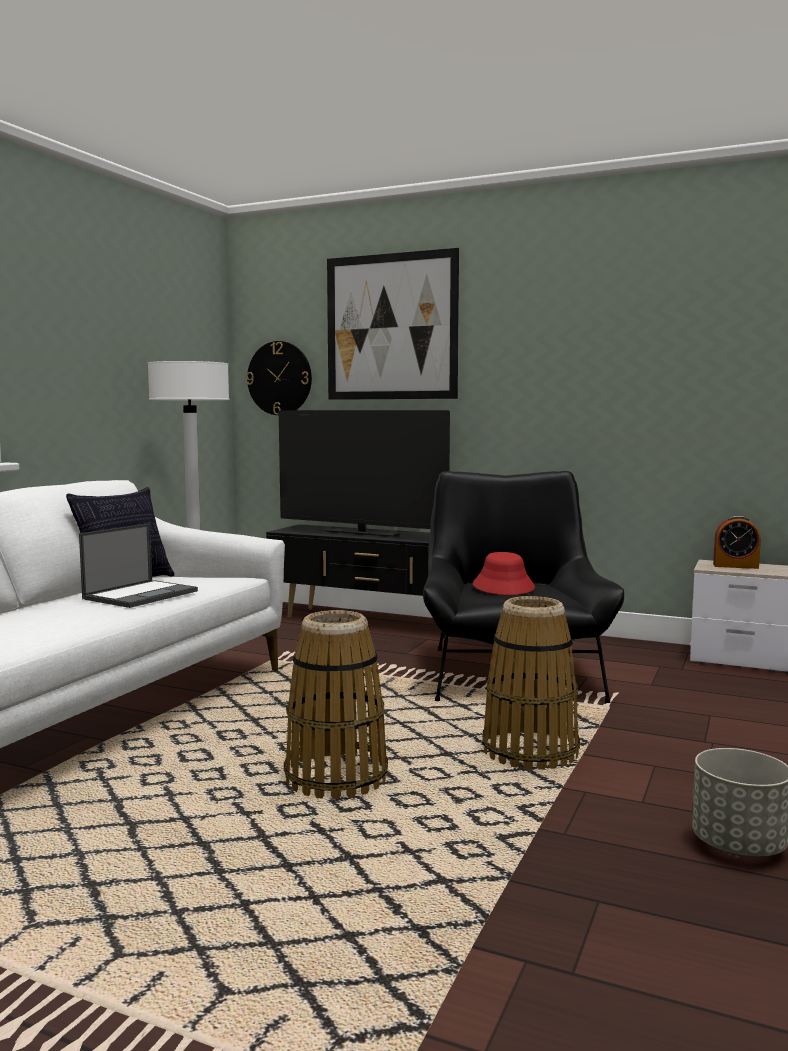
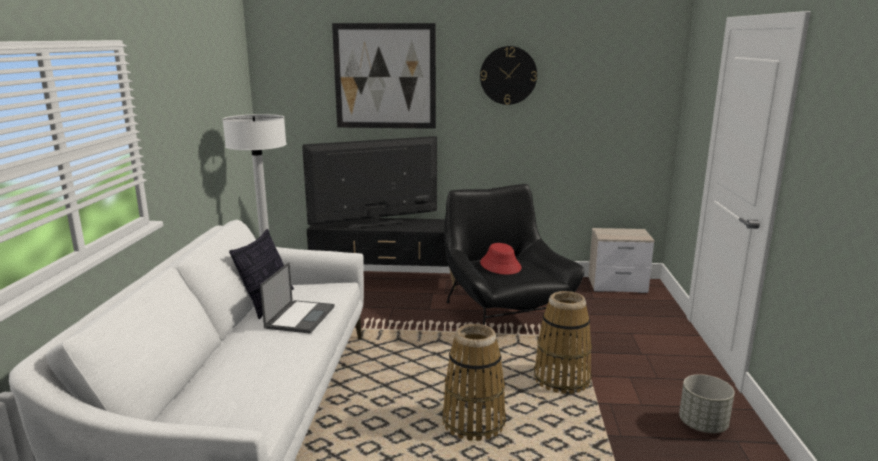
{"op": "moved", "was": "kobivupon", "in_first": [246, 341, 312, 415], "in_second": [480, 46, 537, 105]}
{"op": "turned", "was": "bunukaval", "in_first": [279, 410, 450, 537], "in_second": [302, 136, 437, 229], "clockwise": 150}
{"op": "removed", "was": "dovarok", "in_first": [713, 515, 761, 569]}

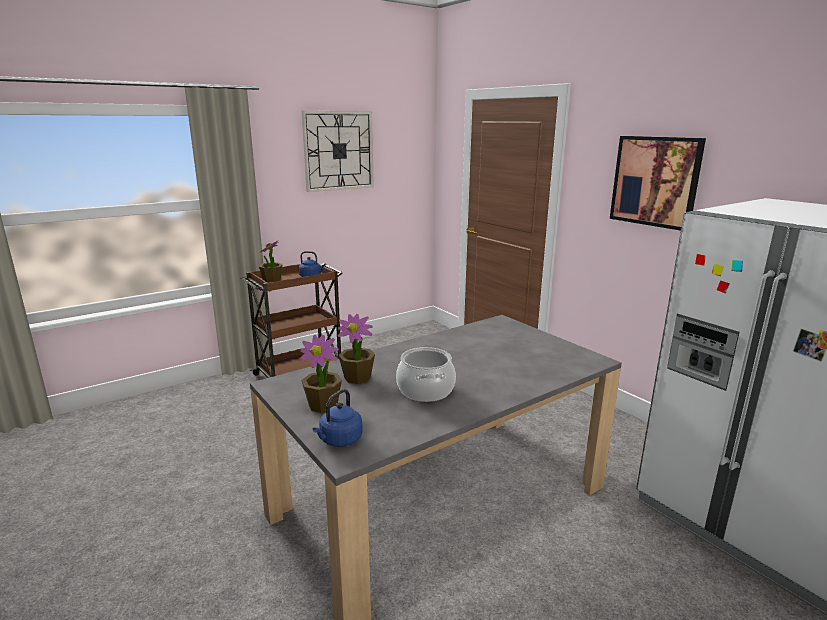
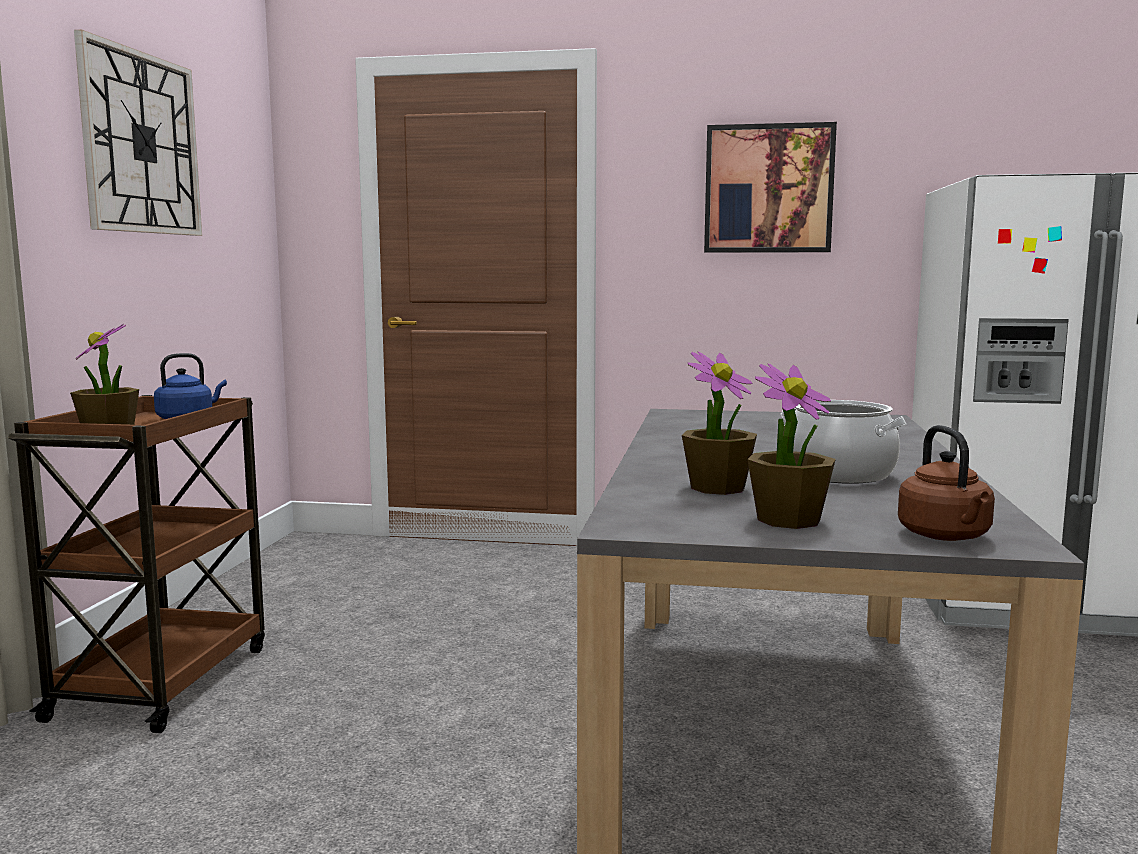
{"op": "recoloured", "was": "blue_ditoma", "now": "brown_ditoma", "in_first": [313, 389, 363, 447], "in_second": [898, 425, 995, 541]}

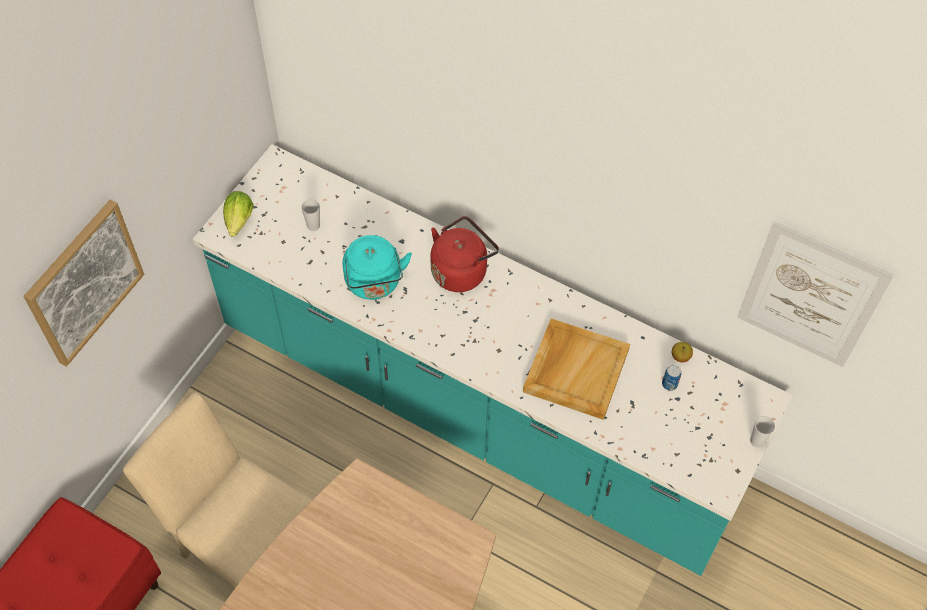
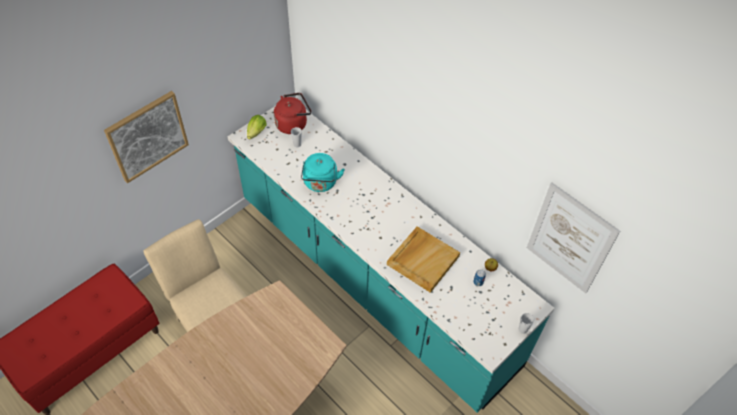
{"op": "moved", "was": "red_ditoma", "in_first": [430, 216, 499, 292], "in_second": [274, 93, 311, 134]}

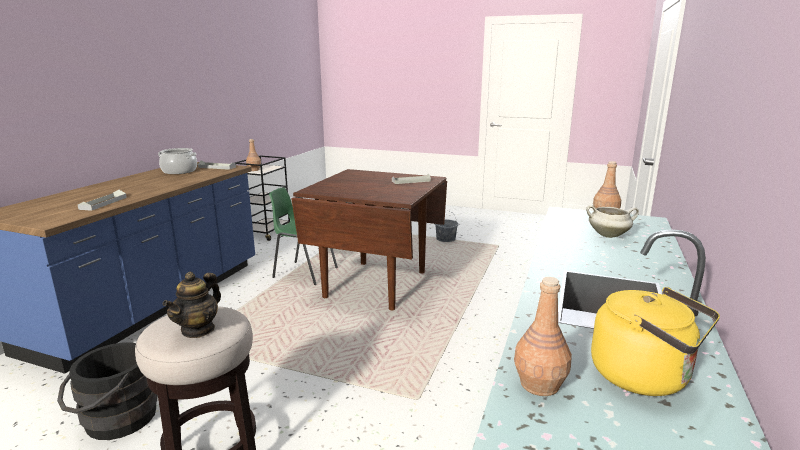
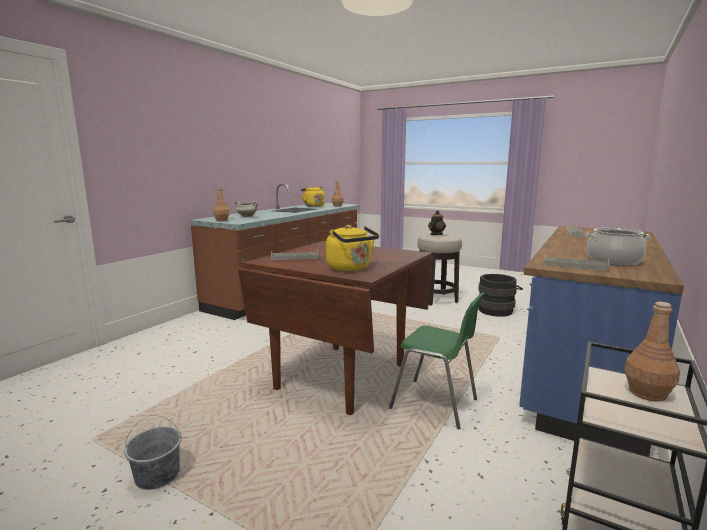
{"op": "added", "now": "yellow_ditoma", "in_second": [326, 225, 379, 271]}

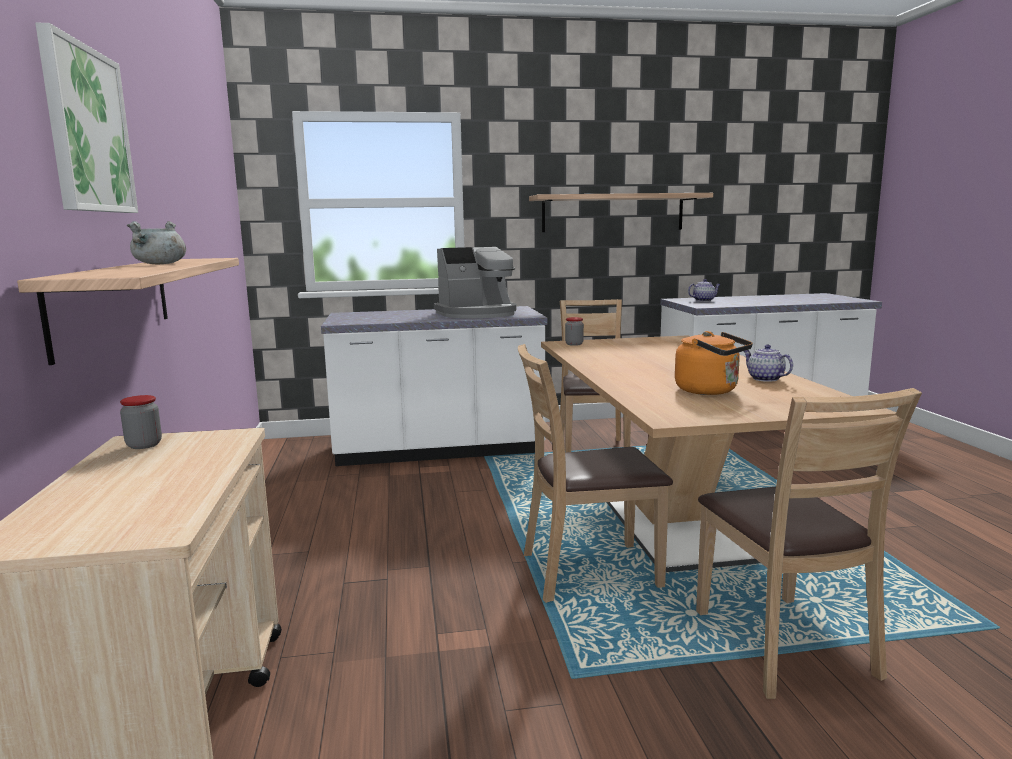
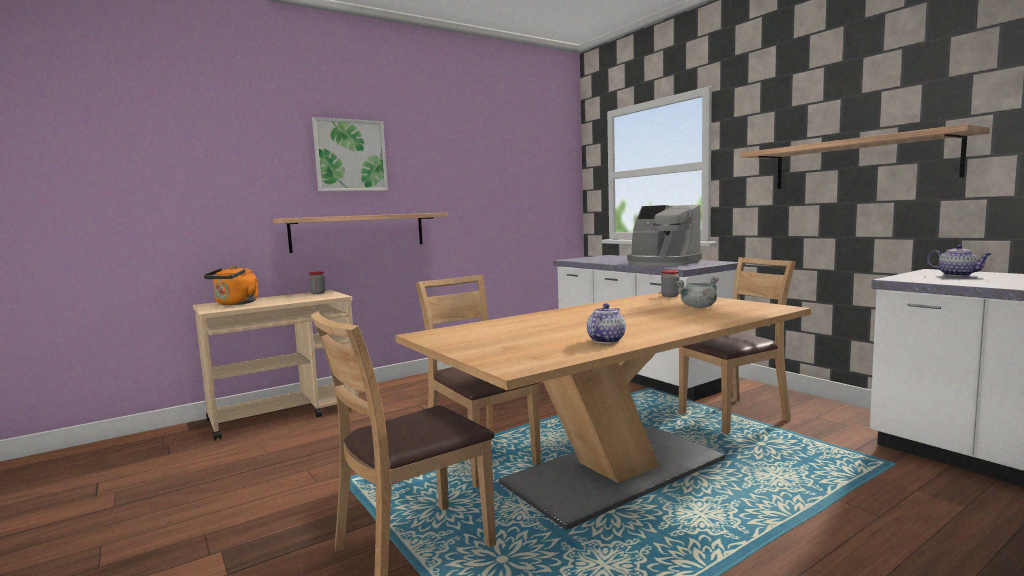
{"op": "moved", "was": "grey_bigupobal", "in_first": [127, 221, 186, 264], "in_second": [675, 277, 719, 308]}
{"op": "moved", "was": "orange_ditoma", "in_first": [675, 331, 753, 395], "in_second": [204, 266, 258, 305]}

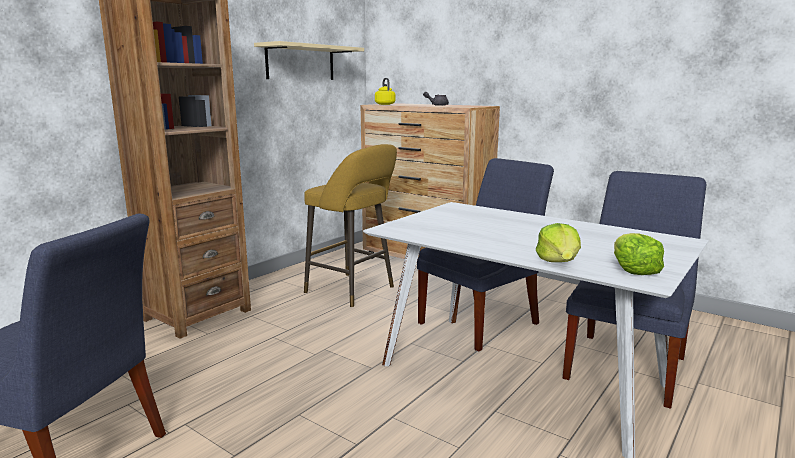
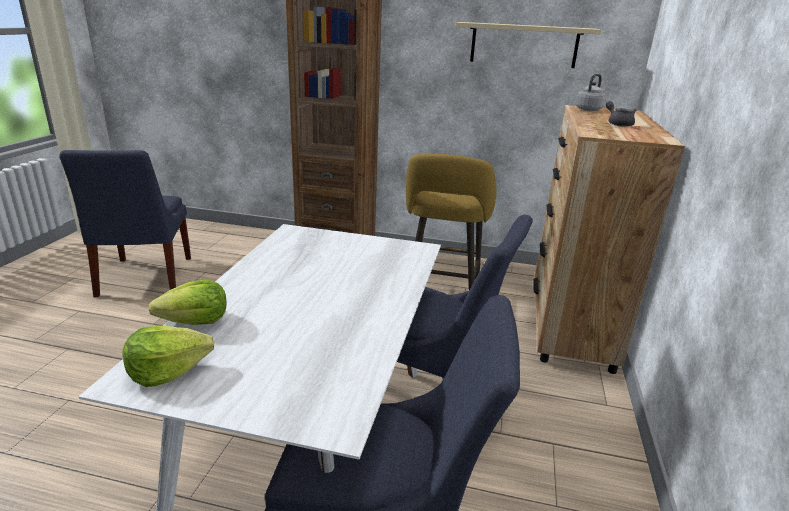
{"op": "recoloured", "was": "yellow_ditoma", "now": "grey_ditoma", "in_first": [375, 78, 396, 105], "in_second": [575, 74, 606, 111]}

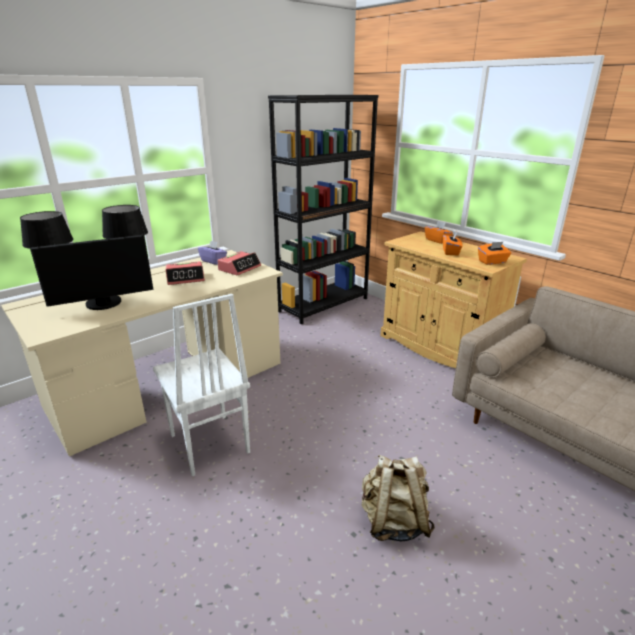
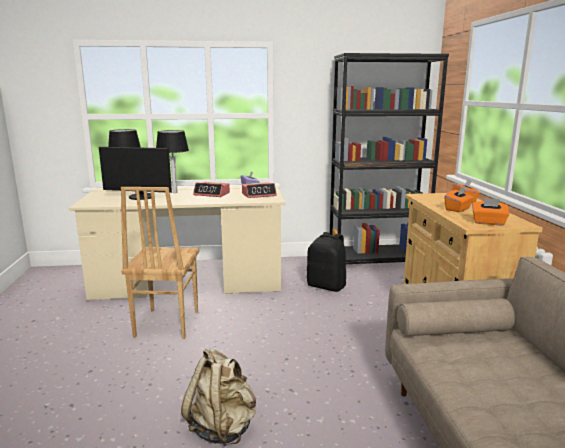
{"op": "recoloured", "was": "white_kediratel", "now": "brown_kediratel", "in_first": [153, 294, 250, 477], "in_second": [121, 187, 199, 339]}
{"op": "added", "now": "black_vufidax", "in_second": [306, 232, 346, 292]}

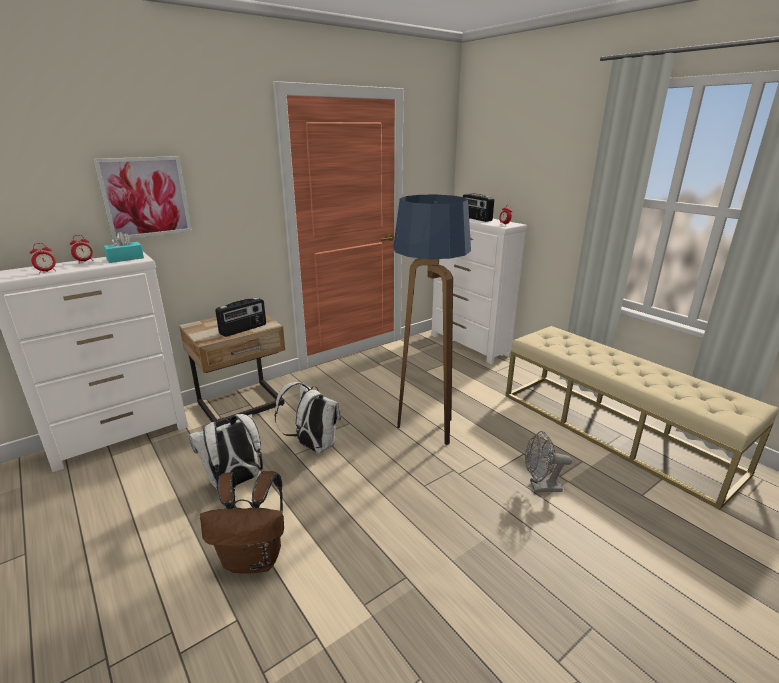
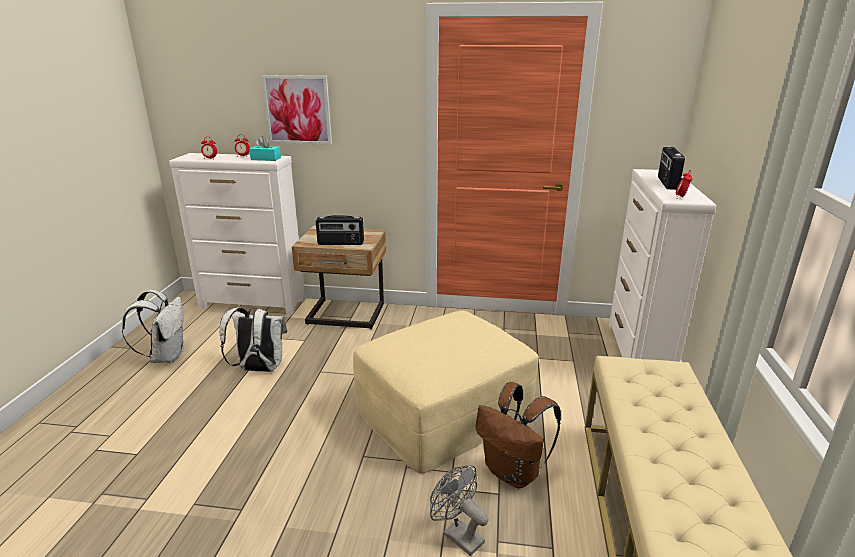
{"op": "replaced", "was": "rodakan", "now": "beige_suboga", "in_first": [393, 195, 471, 445], "in_second": [353, 311, 539, 474]}
{"op": "moved", "was": "white_vufidax", "in_first": [274, 382, 341, 453], "in_second": [122, 290, 184, 363]}
{"op": "moved", "was": "brown_vufidax", "in_first": [200, 471, 284, 574], "in_second": [476, 382, 561, 489]}

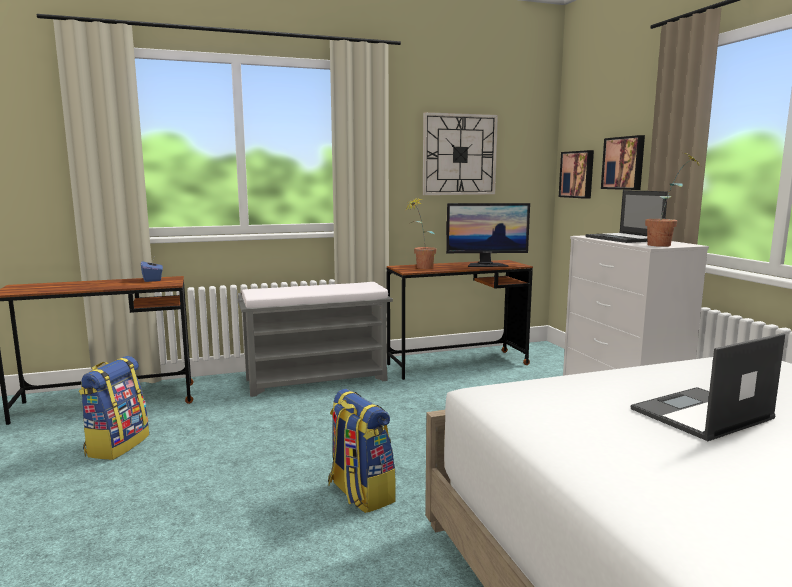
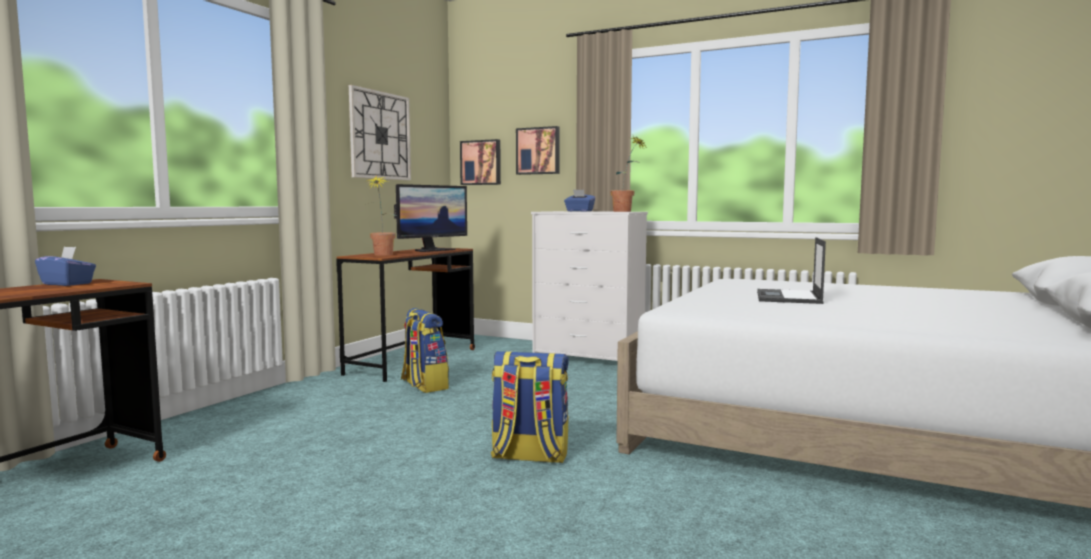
{"op": "replaced", "was": "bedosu", "now": "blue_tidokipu", "in_first": [586, 190, 668, 243], "in_second": [564, 189, 595, 211]}
{"op": "removed", "was": "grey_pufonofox", "in_first": [238, 282, 393, 397]}
{"op": "moved", "was": "vufidax", "in_first": [79, 356, 149, 460], "in_second": [401, 308, 449, 393]}

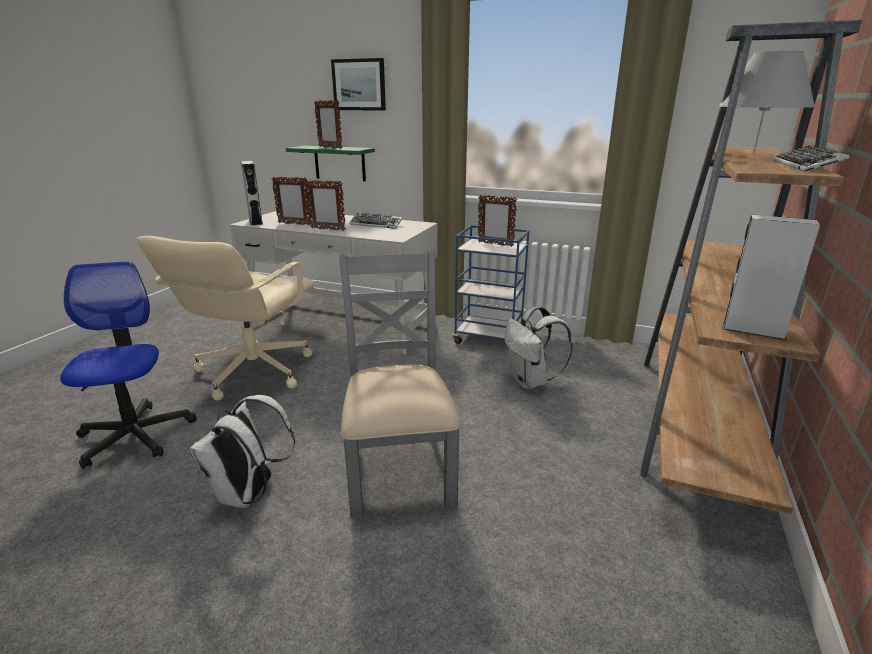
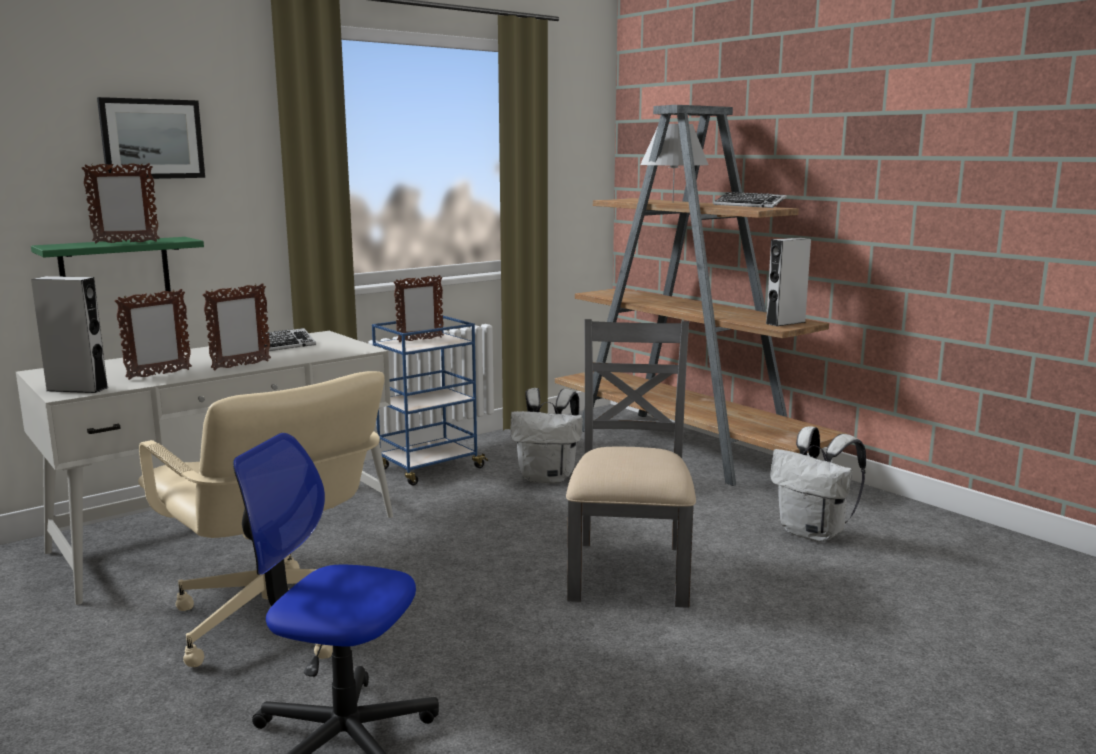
{"op": "turned", "was": "grey_kediratel", "in_first": [339, 251, 461, 518], "in_second": [566, 319, 696, 608], "clockwise": 75}
{"op": "moved", "was": "white_vufidax", "in_first": [188, 395, 295, 508], "in_second": [770, 426, 866, 542]}

